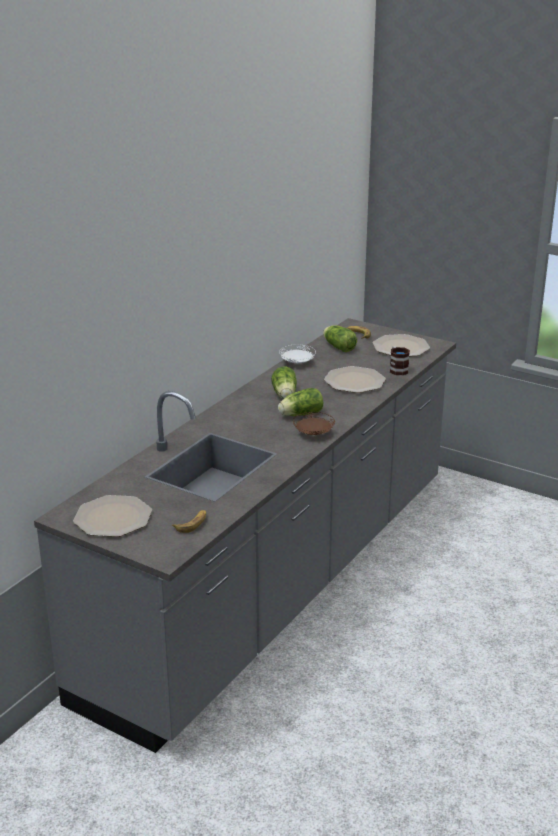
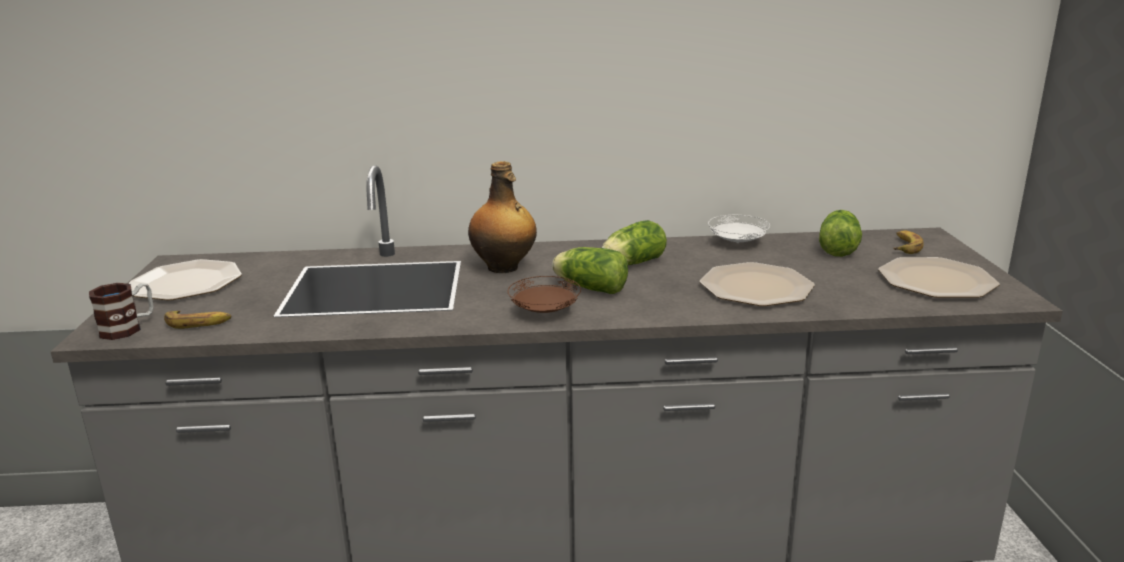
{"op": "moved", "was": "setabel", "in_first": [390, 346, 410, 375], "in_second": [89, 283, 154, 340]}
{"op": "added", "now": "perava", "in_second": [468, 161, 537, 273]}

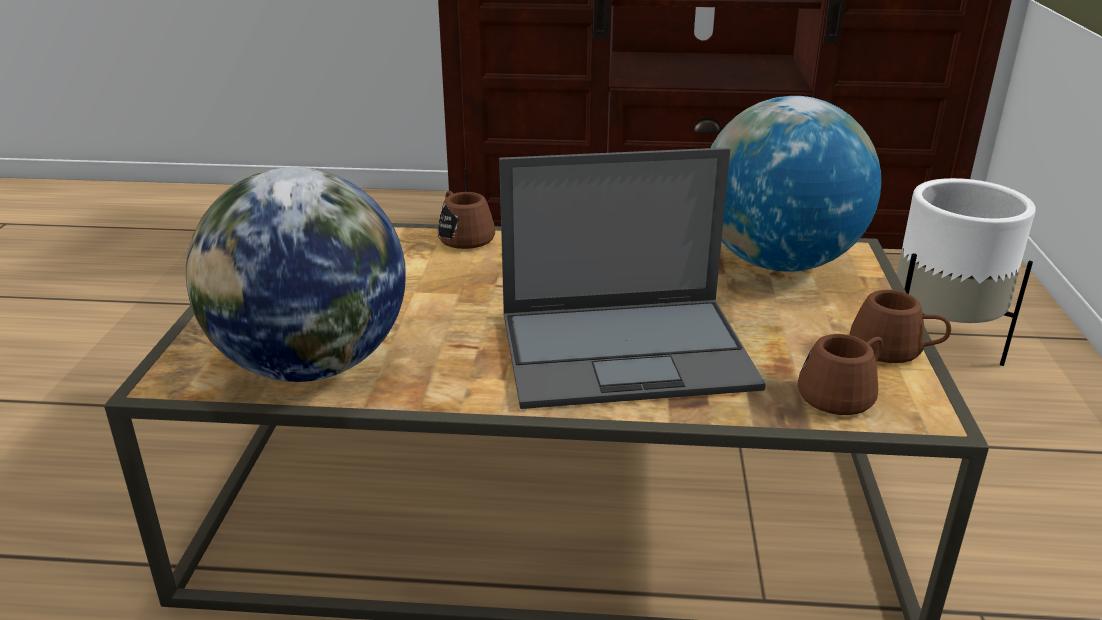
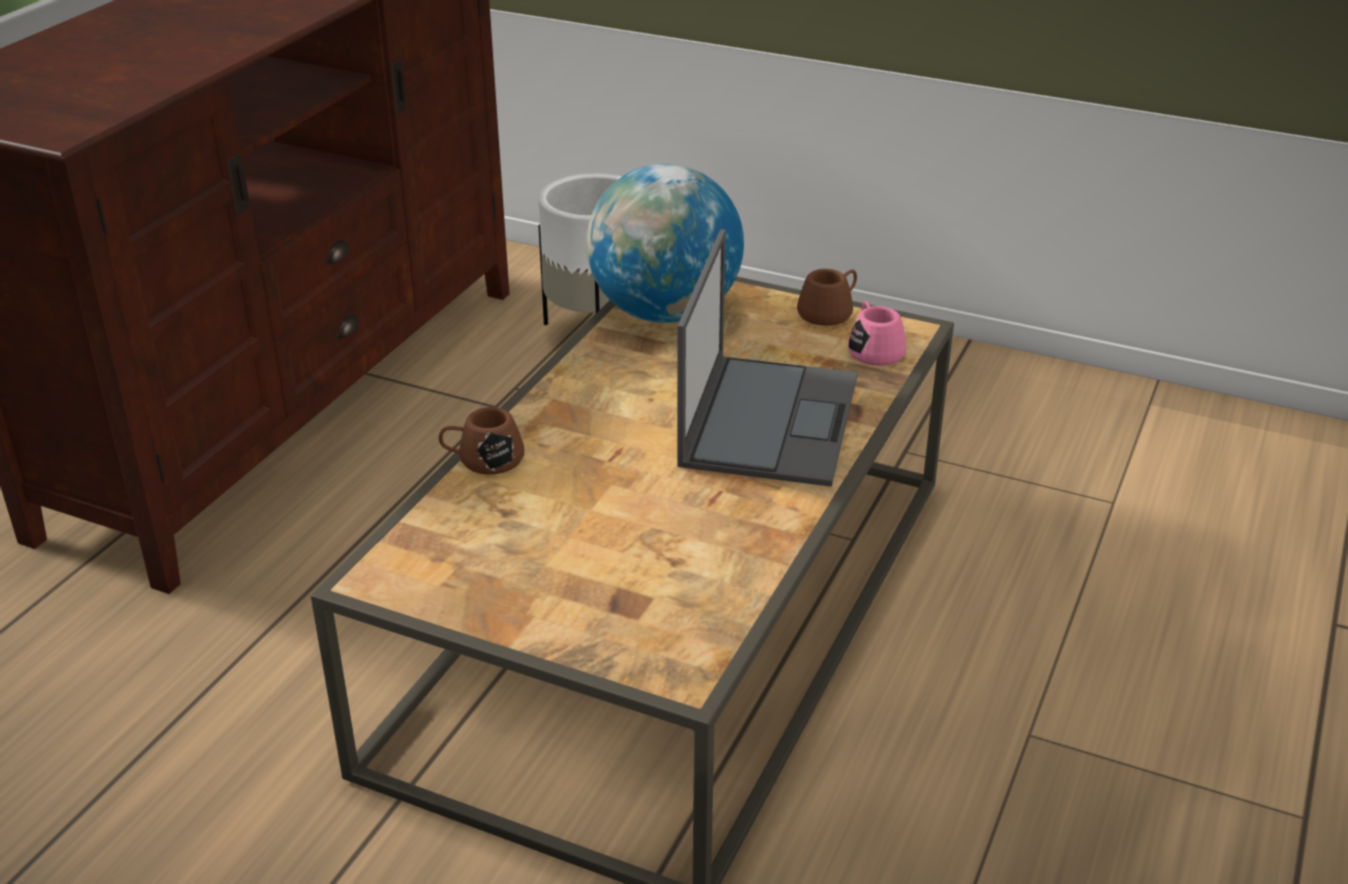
{"op": "removed", "was": "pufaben", "in_first": [186, 167, 406, 382]}
{"op": "recoloured", "was": "brown_setabel", "now": "pink_setabel", "in_first": [797, 334, 883, 415], "in_second": [848, 301, 906, 366]}

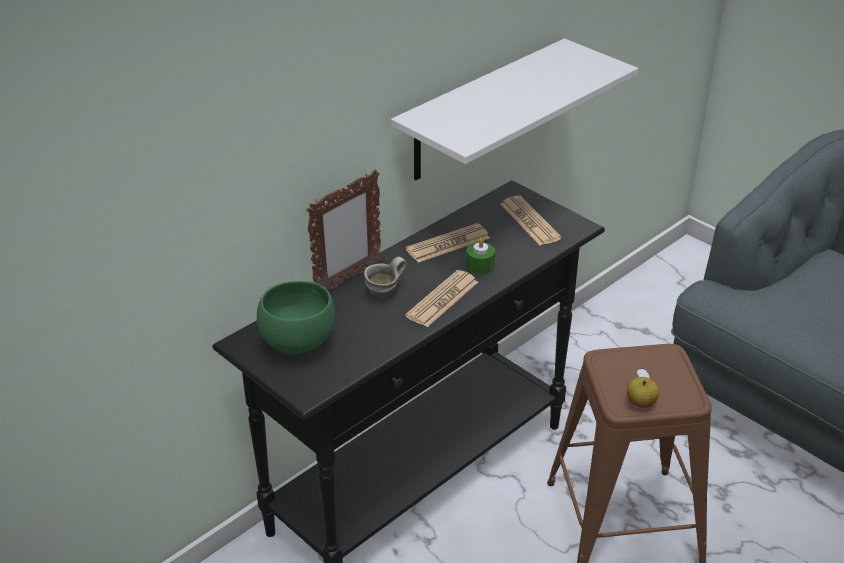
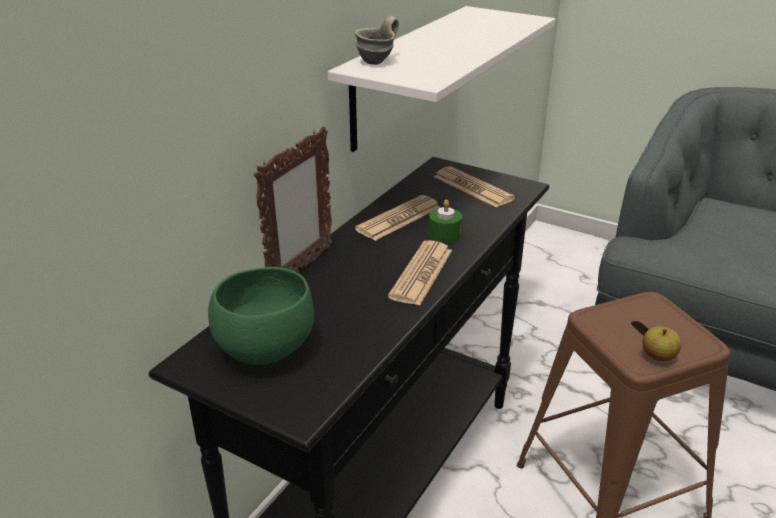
{"op": "moved", "was": "grey_setabel", "in_first": [364, 257, 406, 297], "in_second": [355, 16, 399, 65]}

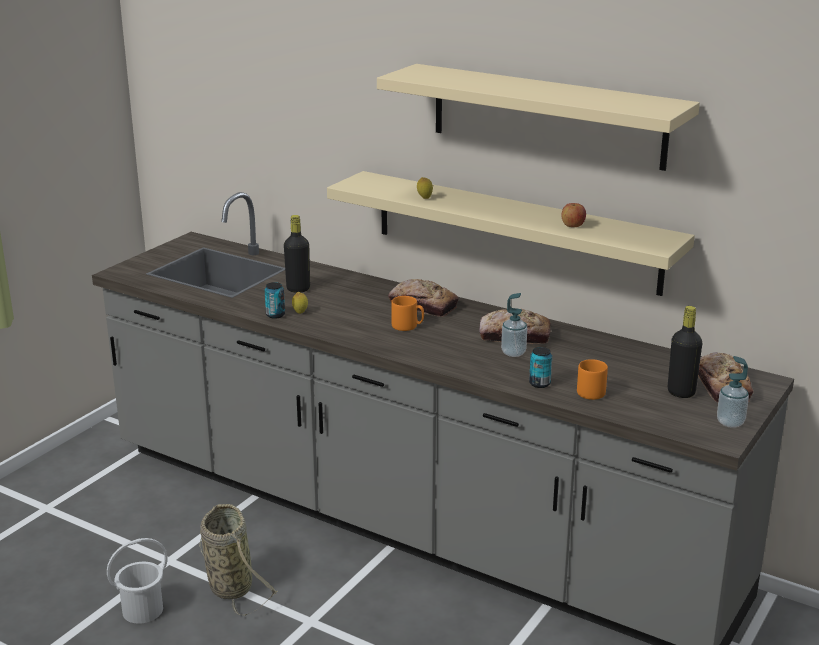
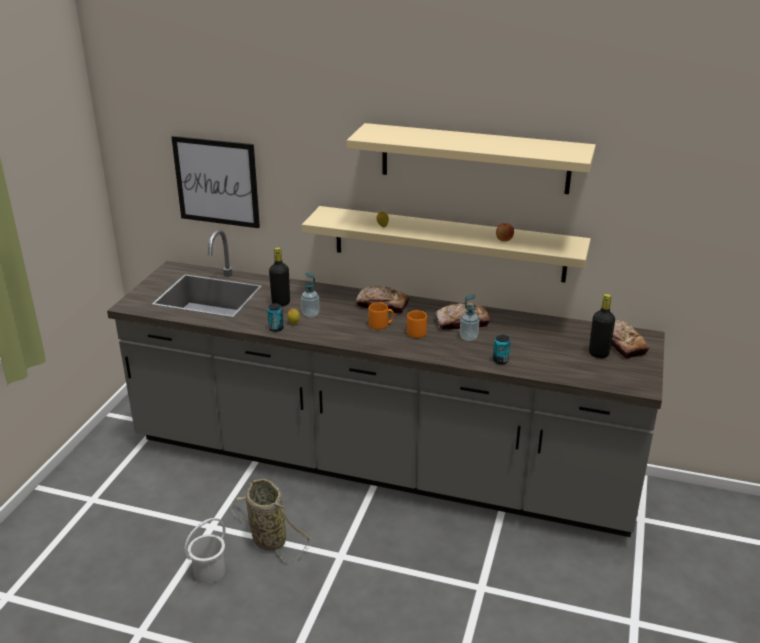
{"op": "moved", "was": "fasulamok", "in_first": [717, 356, 749, 428], "in_second": [301, 273, 320, 317]}
{"op": "moved", "was": "orange_setabel", "in_first": [577, 359, 608, 400], "in_second": [407, 310, 427, 338]}
{"op": "added", "now": "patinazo", "in_second": [171, 136, 260, 228]}

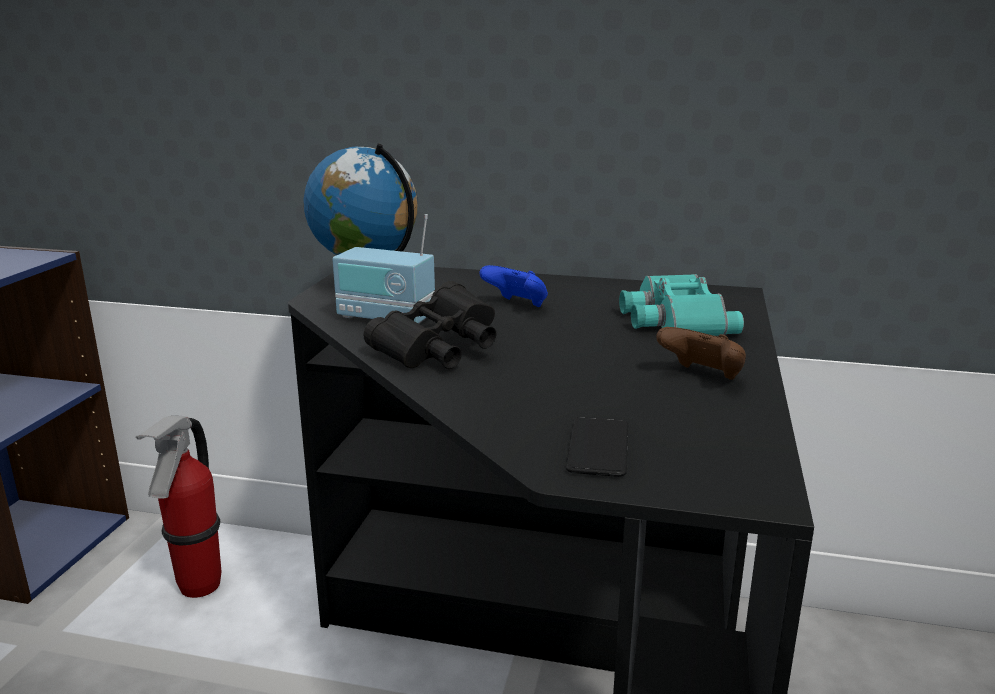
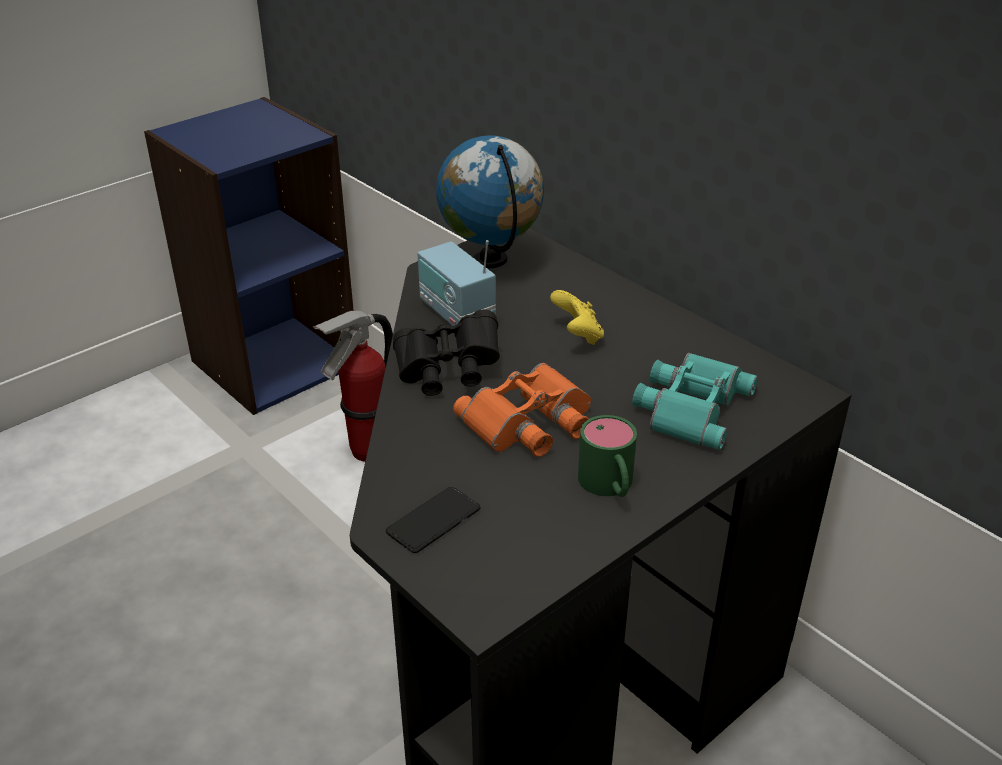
{"op": "recoloured", "was": "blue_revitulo", "now": "yellow_revitulo", "in_first": [479, 265, 548, 307], "in_second": [550, 290, 604, 345]}
{"op": "replaced", "was": "brown_revitulo", "now": "green_setabel", "in_first": [656, 327, 746, 380], "in_second": [578, 415, 637, 497]}
{"op": "added", "now": "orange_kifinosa", "in_second": [453, 363, 591, 457]}

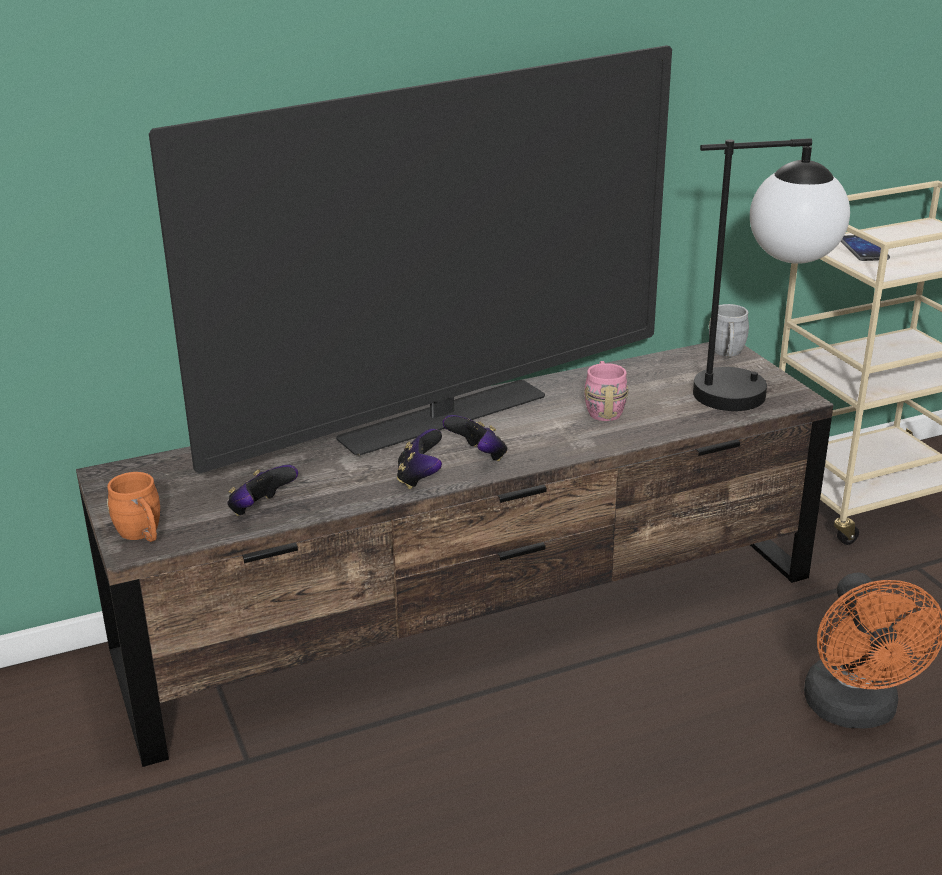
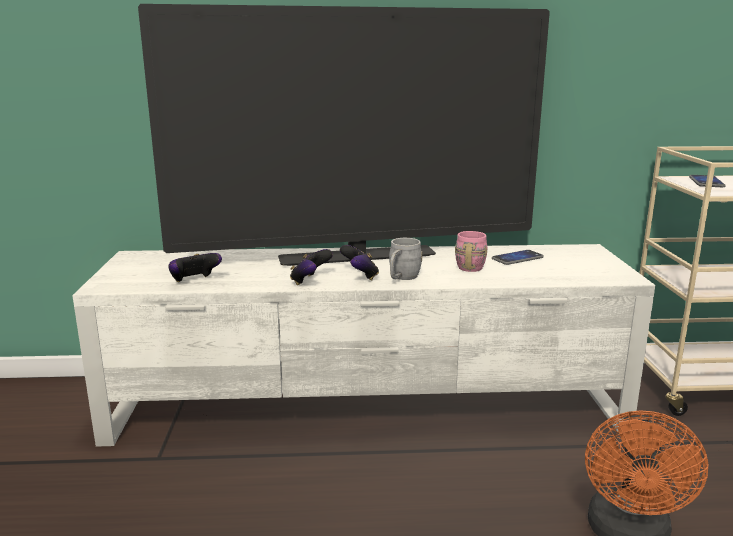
{"op": "removed", "was": "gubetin", "in_first": [693, 138, 850, 411]}
{"op": "moved", "was": "grey_setabel", "in_first": [709, 304, 749, 358], "in_second": [389, 238, 422, 280]}
{"op": "recoloured", "was": "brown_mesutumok", "now": "white_mesutumok", "in_first": [76, 342, 834, 767], "in_second": [72, 244, 655, 447]}
{"op": "removed", "was": "orange_setabel", "in_first": [107, 472, 160, 542]}
{"op": "added", "now": "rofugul", "in_second": [492, 250, 544, 265]}

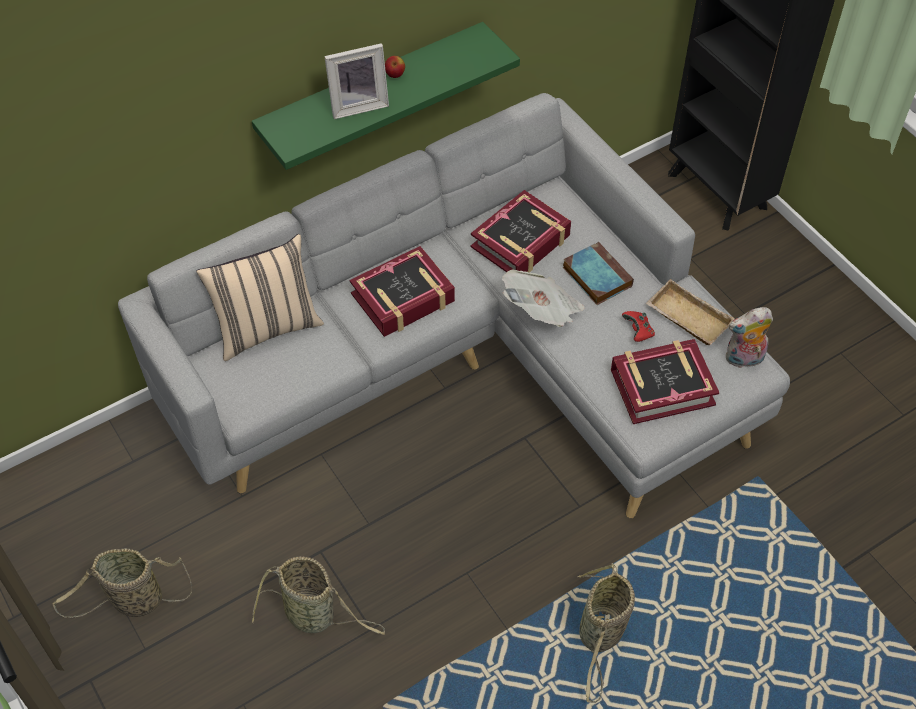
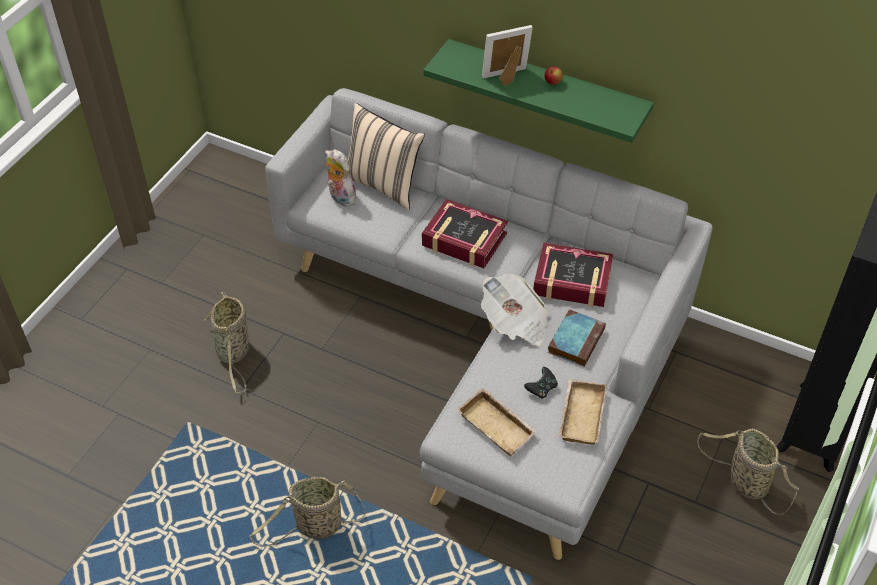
{"op": "turned", "was": "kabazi", "in_first": [324, 43, 389, 119], "in_second": [482, 25, 533, 86], "clockwise": 120}
{"op": "moved", "was": "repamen", "in_first": [726, 307, 773, 368], "in_second": [325, 149, 356, 207]}
{"op": "recoloured", "was": "red_revitulo", "now": "black_revitulo", "in_first": [622, 311, 655, 342], "in_second": [524, 367, 558, 399]}
{"op": "replaced", "was": "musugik", "now": "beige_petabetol", "in_first": [611, 339, 719, 424], "in_second": [457, 388, 537, 456]}
{"op": "moved", "was": "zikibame", "in_first": [52, 548, 192, 618], "in_second": [697, 429, 799, 515]}

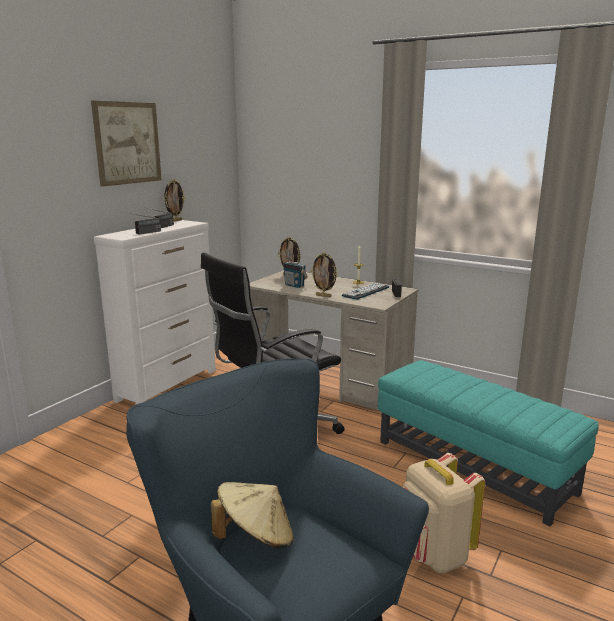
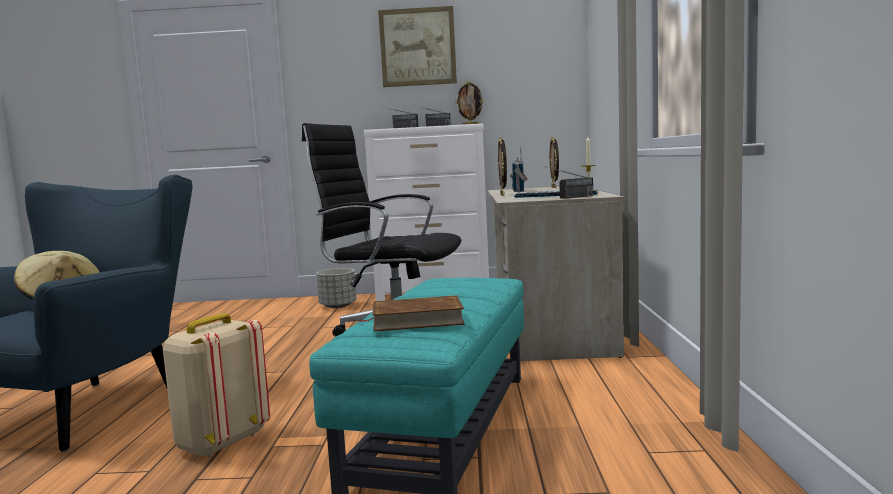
{"op": "added", "now": "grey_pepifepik", "in_second": [316, 268, 357, 308]}
{"op": "added", "now": "brown_musugik", "in_second": [358, 295, 465, 331]}

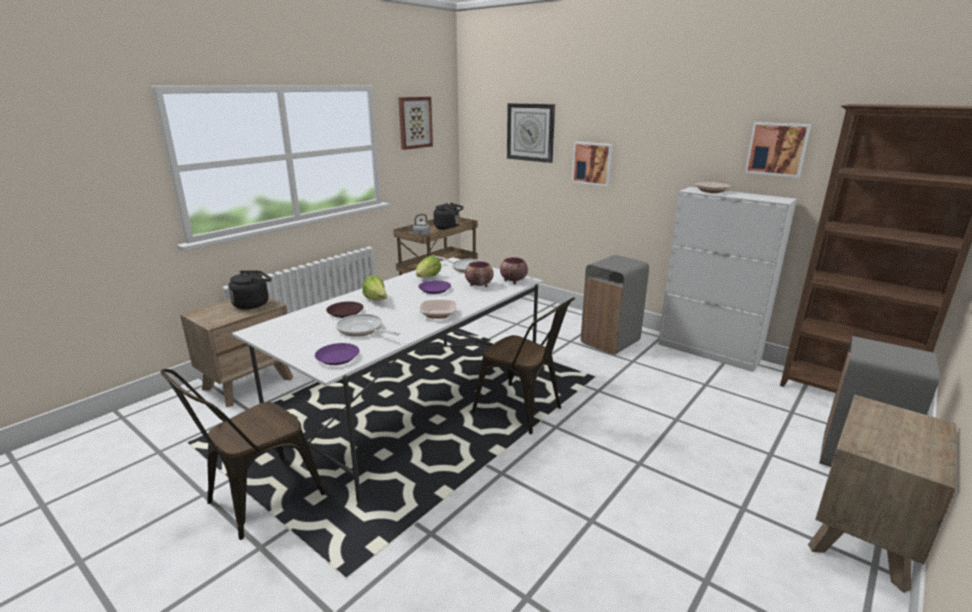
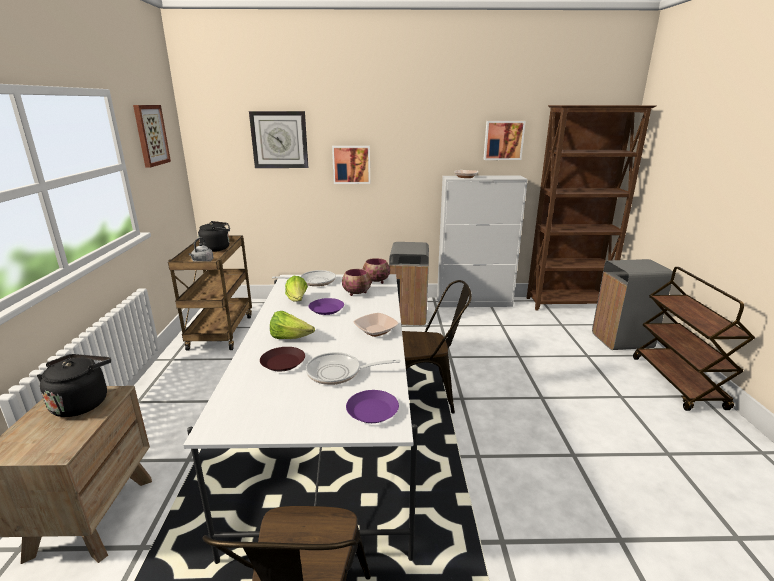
{"op": "replaced", "was": "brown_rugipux", "now": "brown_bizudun", "in_first": [808, 395, 956, 593], "in_second": [633, 267, 755, 411]}

